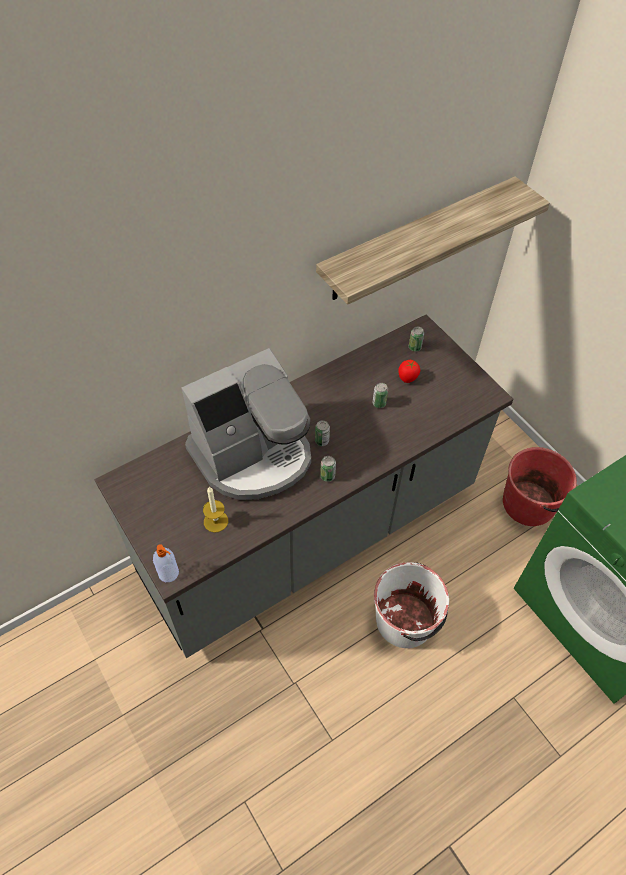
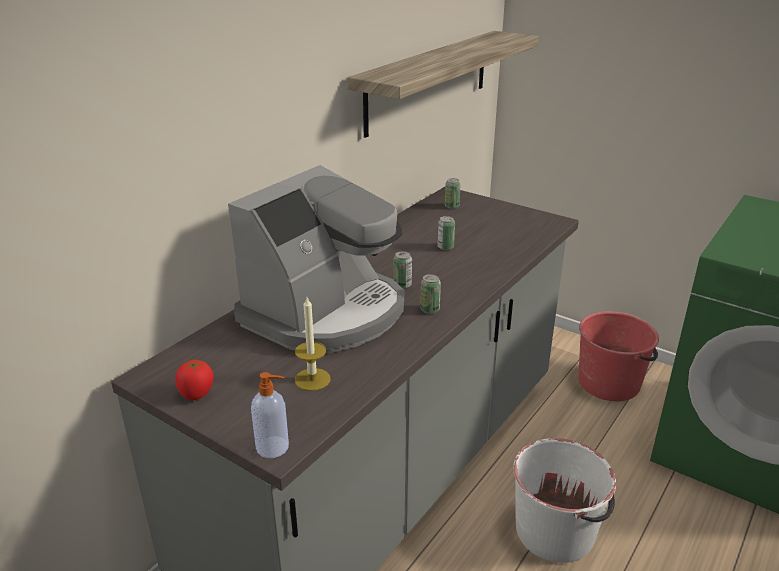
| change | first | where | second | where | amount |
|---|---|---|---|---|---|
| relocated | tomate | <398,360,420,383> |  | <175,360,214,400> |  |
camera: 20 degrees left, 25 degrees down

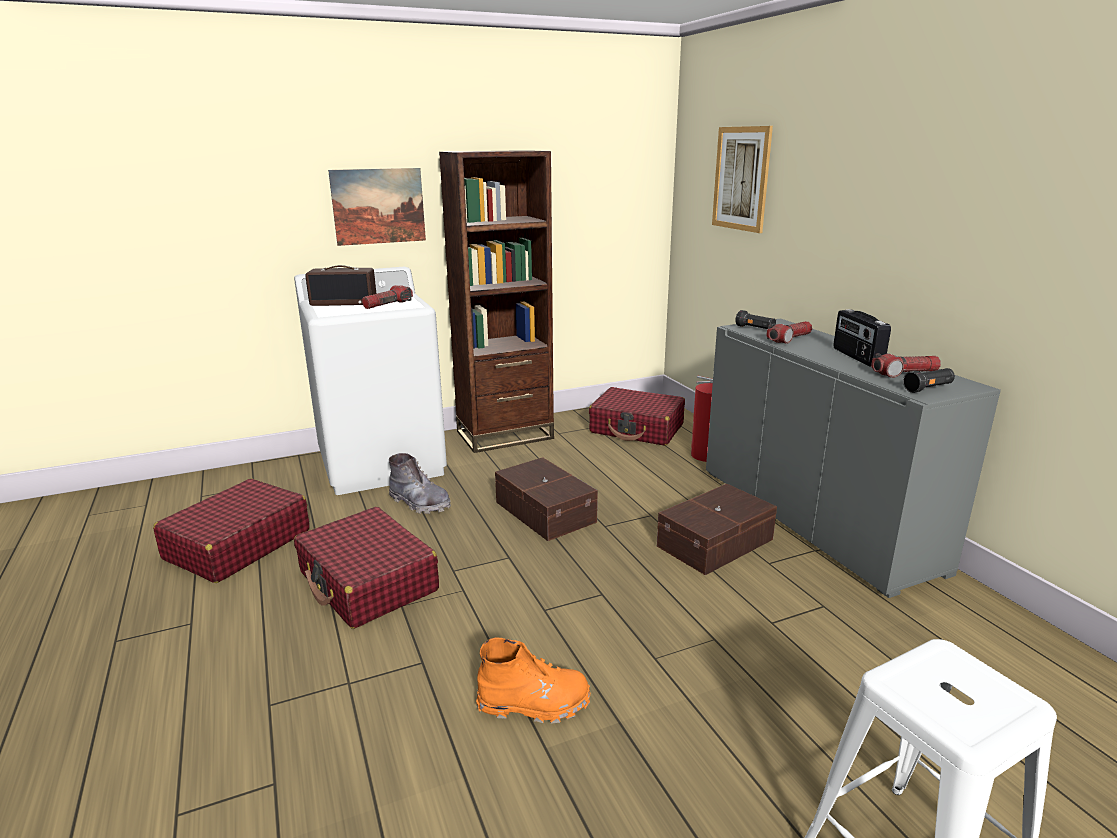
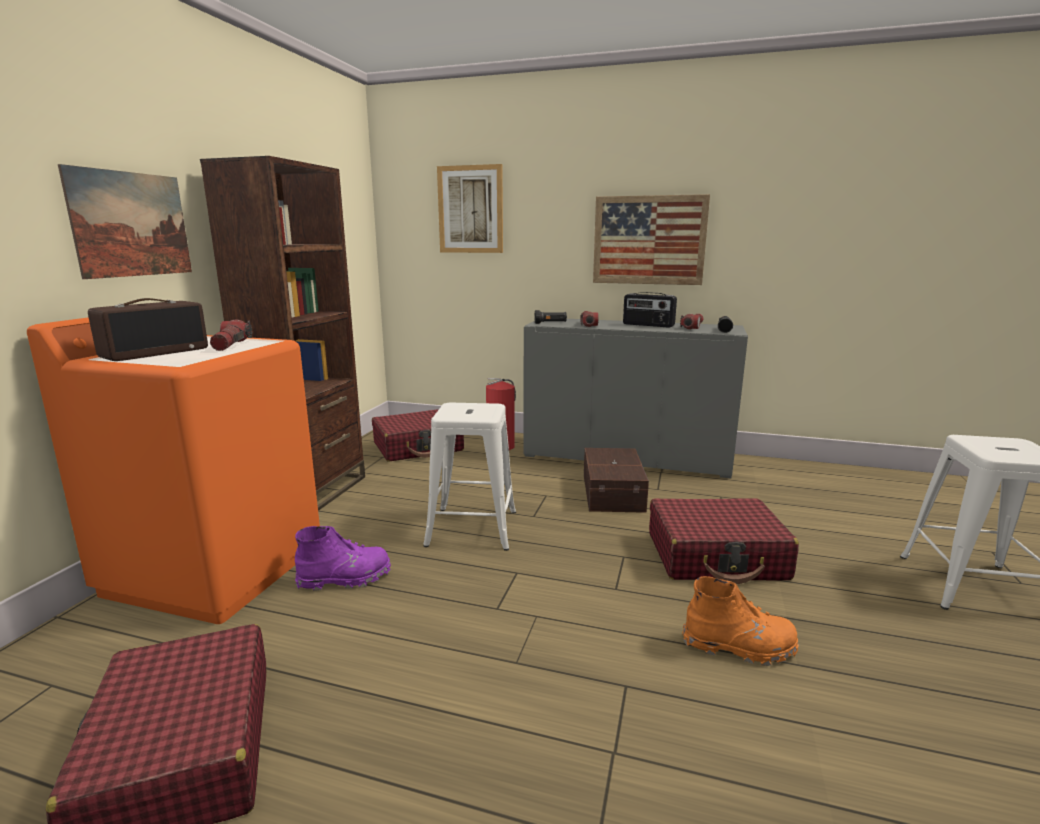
| change | first | where | second | where | amount |
|---|---|---|---|---|---|
| colour | lavadora (blanco) | <294,267,447,495> | lavadora (naranja) | <27,317,320,624> |  |
| colour | bota (gris) | <389,453,451,514> | bota (morado) | <295,526,391,591> |  |
| exchanged | caja de almacenaje (marrón) | <495,457,598,541> | taburete (blanco) | <424,402,516,551> |  |
| appeared |  |  | cuadro | <593,194,710,285> |  |
| relocated | maleta (rojo) | <294,507,439,629> |  | <649,498,799,584> |  |
| spun | bota (naranja) | <476,638,591,724> |  | <682,576,799,666> | 60 degrees clockwise |
camera: 50 degrees left, 5 degrees down

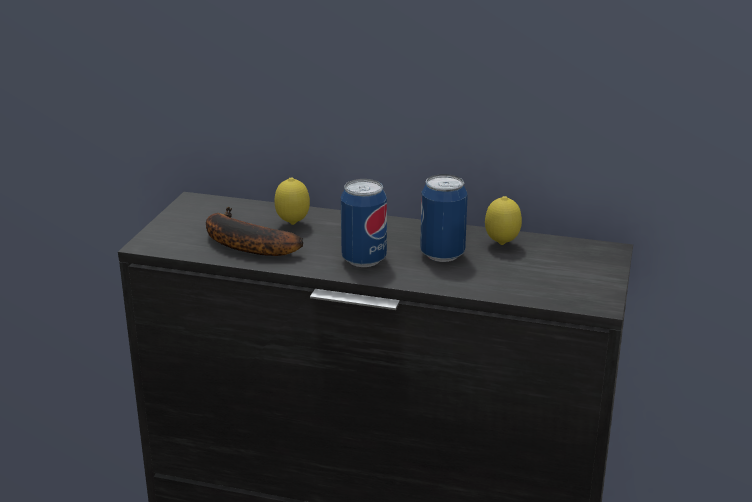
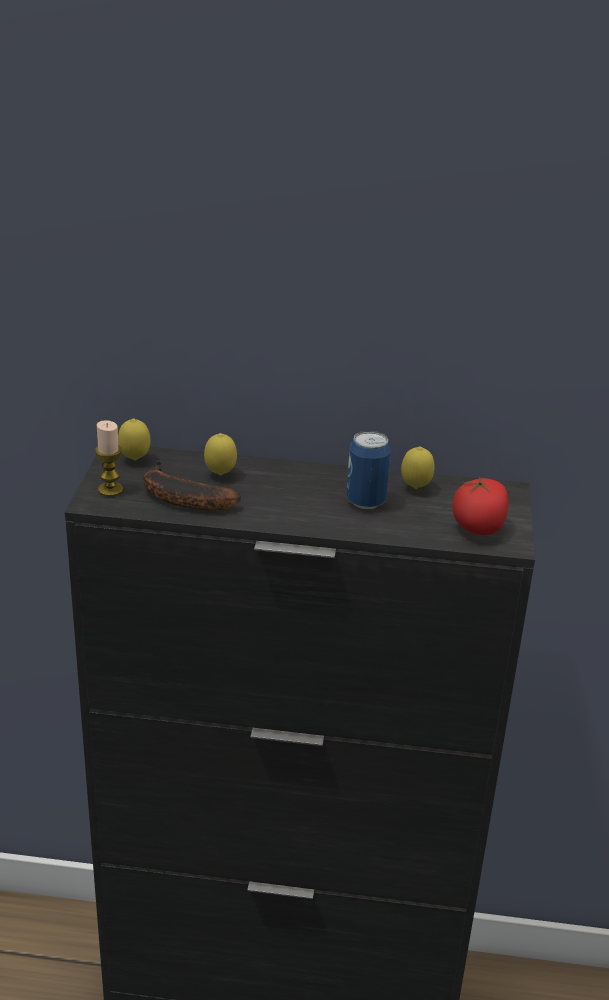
| change | first | where | second | where | amount |
|---|---|---|---|---|---|
| appeared |  |  | vela | <95,420,123,497> |  |
| appeared |  |  | limón | <118,419,151,460> |  |
| appeared |  |  | tomate | <452,477,508,535> |  |
| missing | lata | <341,179,387,267> |  |  |  |
camera: 10 degrees left, 5 degrees up

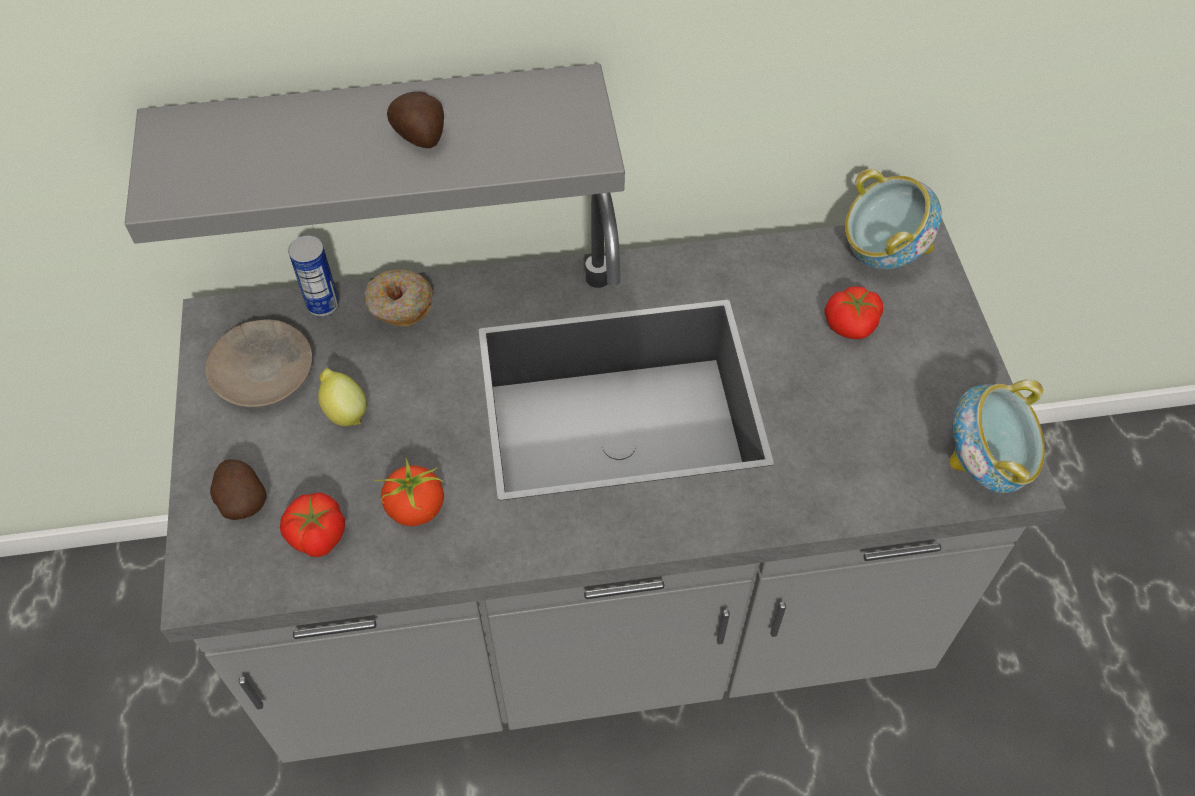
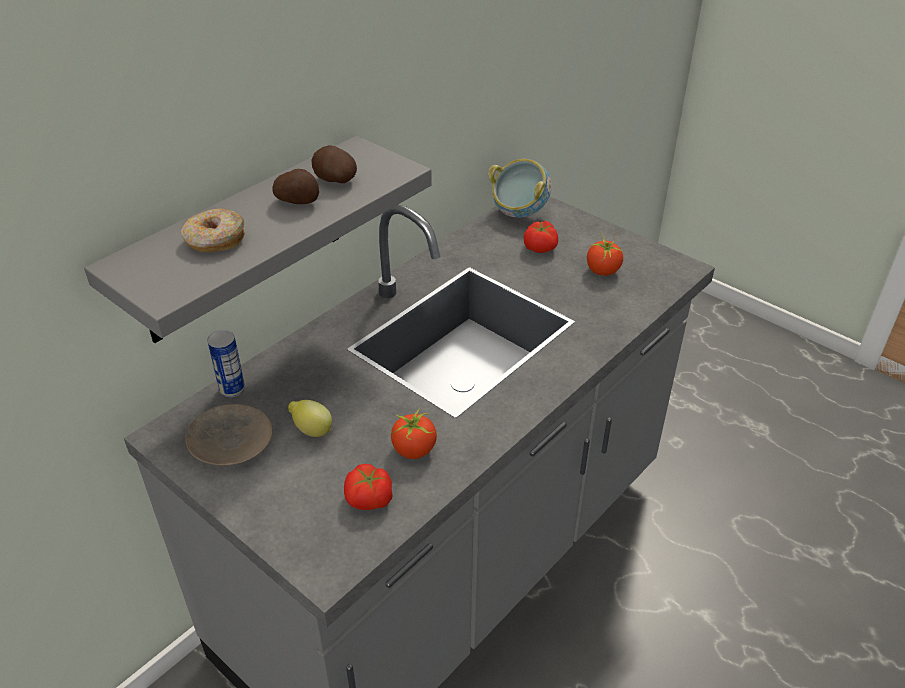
| change | first | where | second | where | amount |
|---|---|---|---|---|---|
| relocated | rosquilla | <365,269,433,326> |  | <180,208,245,252> |  |
| relocated | patata | <210,459,266,520> |  | <311,145,357,183> |  |
| appeared |  |  | tomate | <587,233,625,276> |  |
| missing | cuenco | <949,379,1045,493> |  |  |  |
camera: 40 degrees left, 15 degrees down

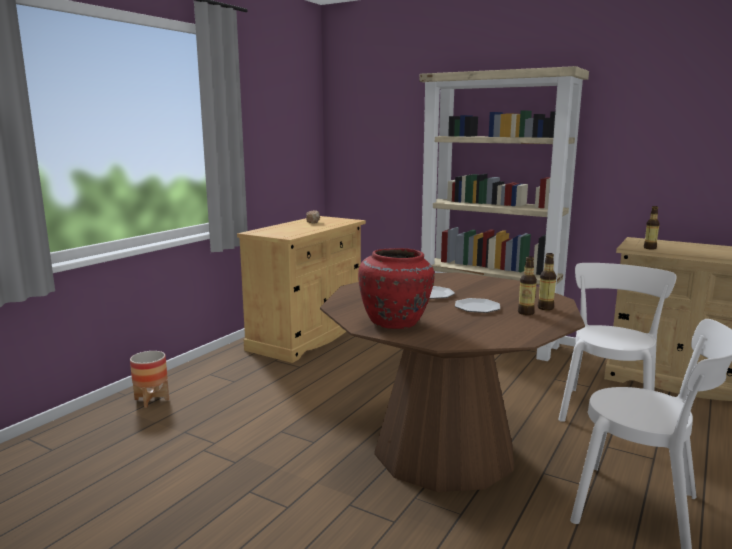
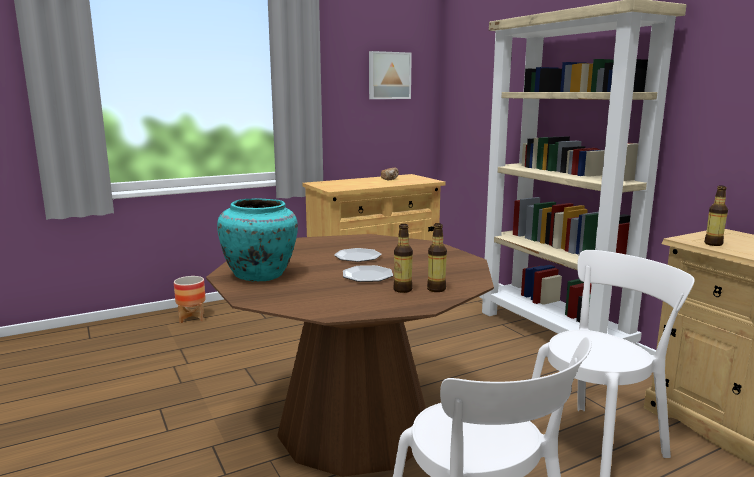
| change | first | where | second | where | amount |
|---|---|---|---|---|---|
| colour | florero (rojo) | <358,248,435,329> | florero (turquesa) | <217,198,298,281> |  |
| appeared |  |  | cuadro | <369,51,412,99> |  |
camera: 30 degrees right, 0 degrees up

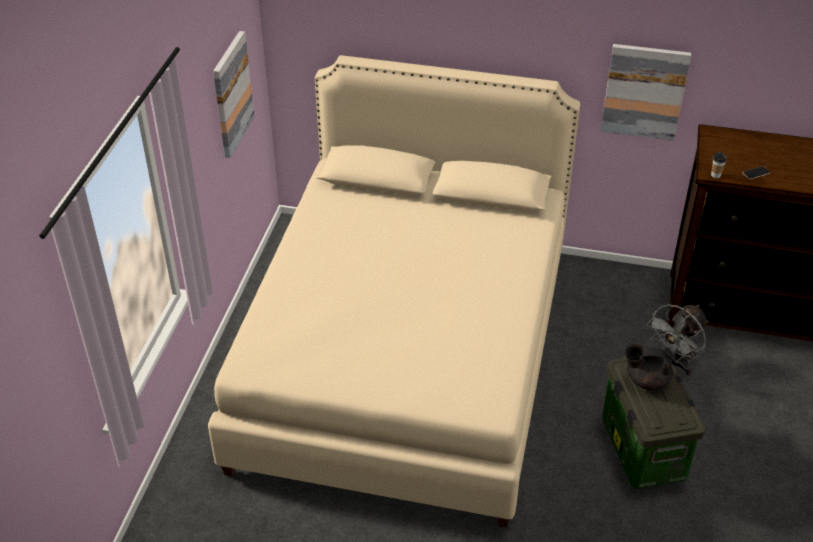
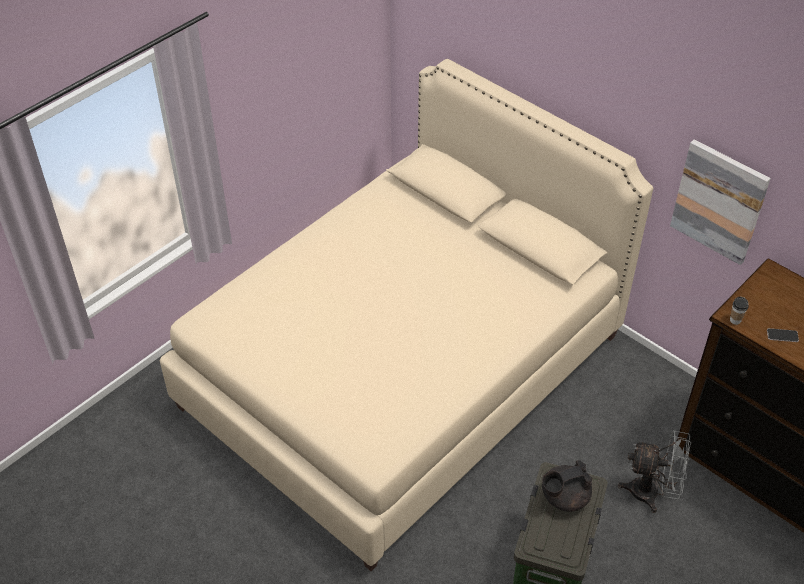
| change | first | where | second | where | amount |
|---|---|---|---|---|---|
| spun | tetera (negro) | <625,344,673,390> |  | <542,460,592,512> | 60 degrees counterclockwise |
| spun | ventilador (gris) | <646,304,708,375> |  | <618,430,691,513> | 150 degrees counterclockwise |
| missing | cuadro | <213,31,255,158> |  |  |  |
camera: 30 degrees right, 5 degrees up

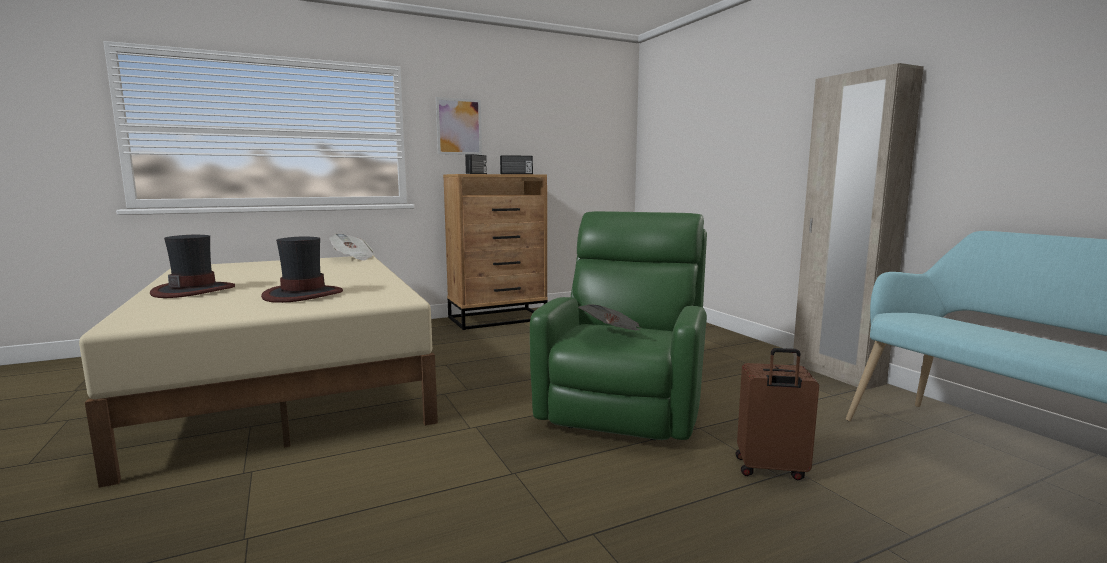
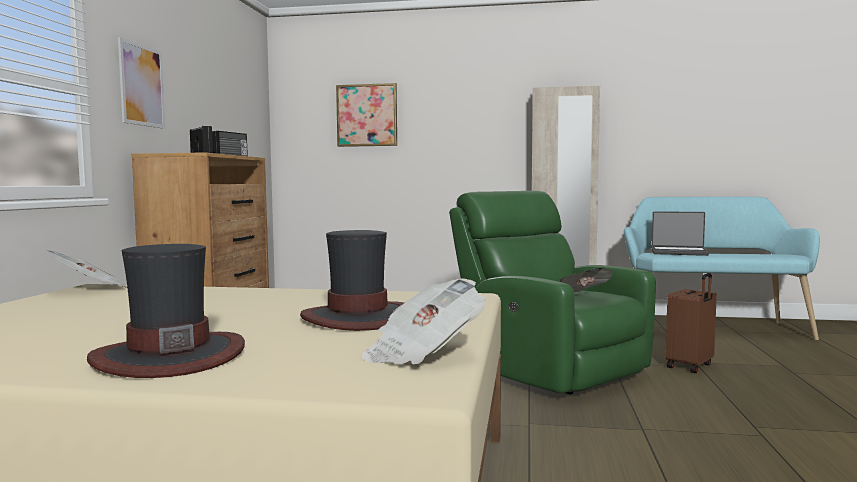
| change | first | where | second | where | amount |
|---|---|---|---|---|---|
| appeared |  |  | cuadro | <336,83,397,147> |  |
| appeared |  |  | periódico | <361,278,486,365> |  |
| appeared |  |  | portátil | <652,211,709,256> |  |
camera: 55 degrees left, 5 degrees down

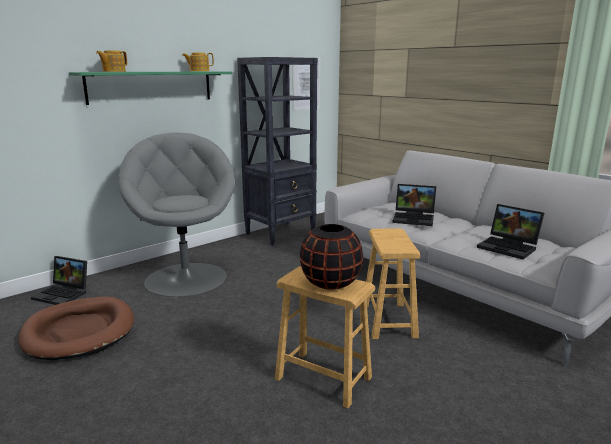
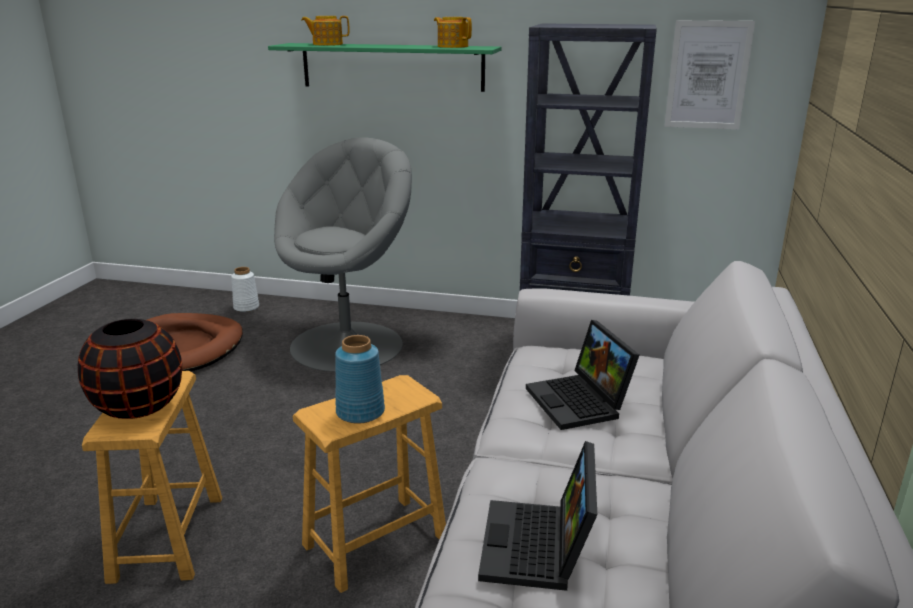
| change | first | where | second | where | amount |
|---|---|---|---|---|---|
| exchanged | portátil | <31,256,87,305> | florero (blanco) | <231,267,259,312> |  |
| appeared |  |  | florero (azul) | <335,335,385,424> |  |
camera: 55 degrees right, 5 degrees up

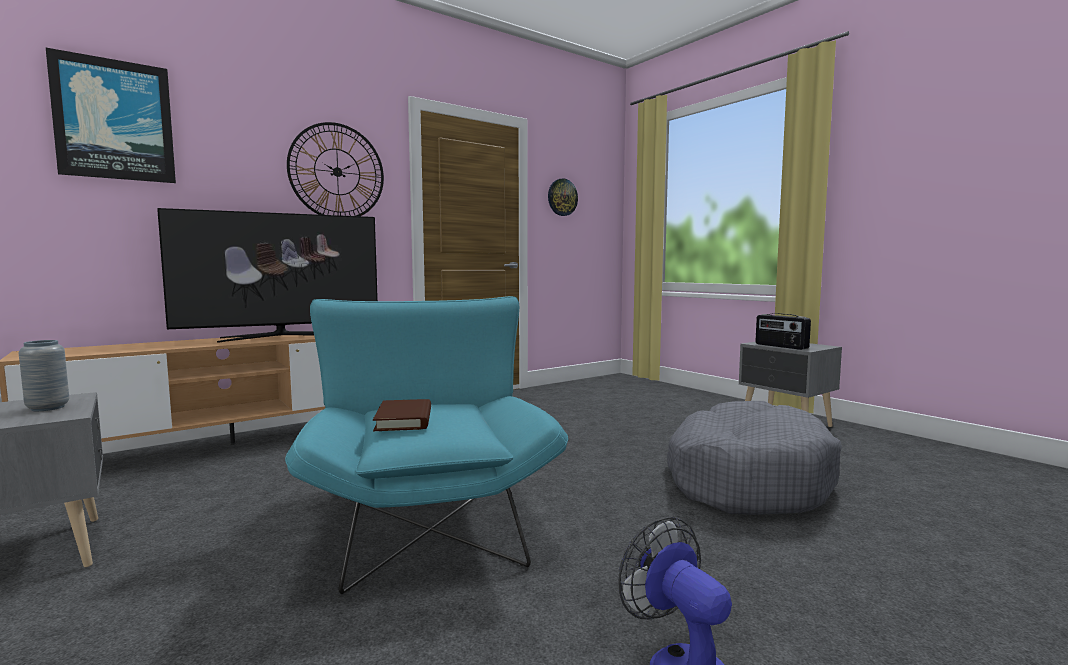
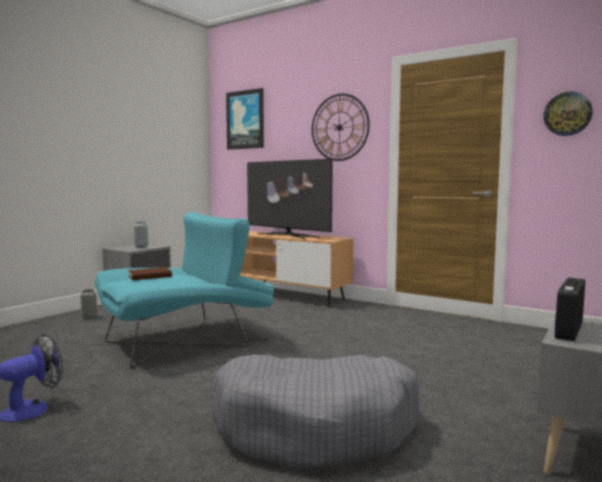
| change | first | where | second | where | amount |
|---|---|---|---|---|---|
| appeared |  |  | florero (gris) | <80,289,97,320> |  |
camera: 70 degrees right, 0 degrees up

